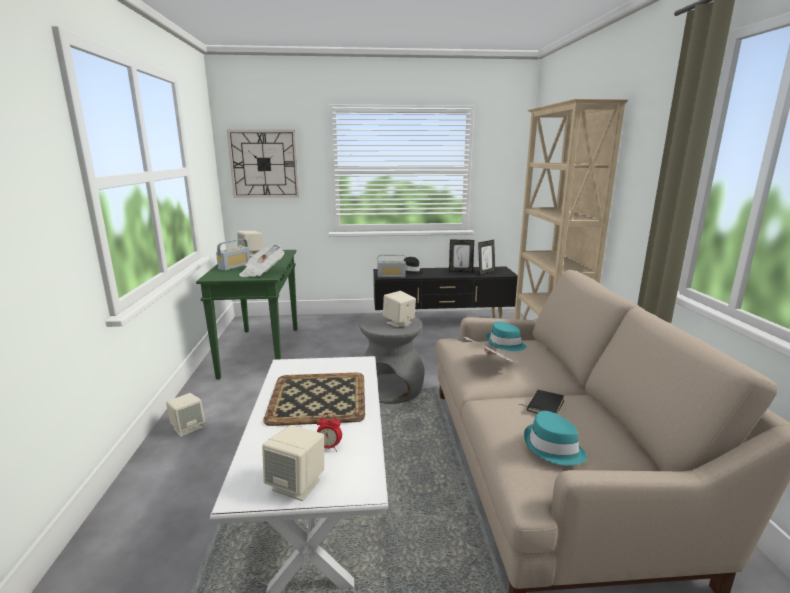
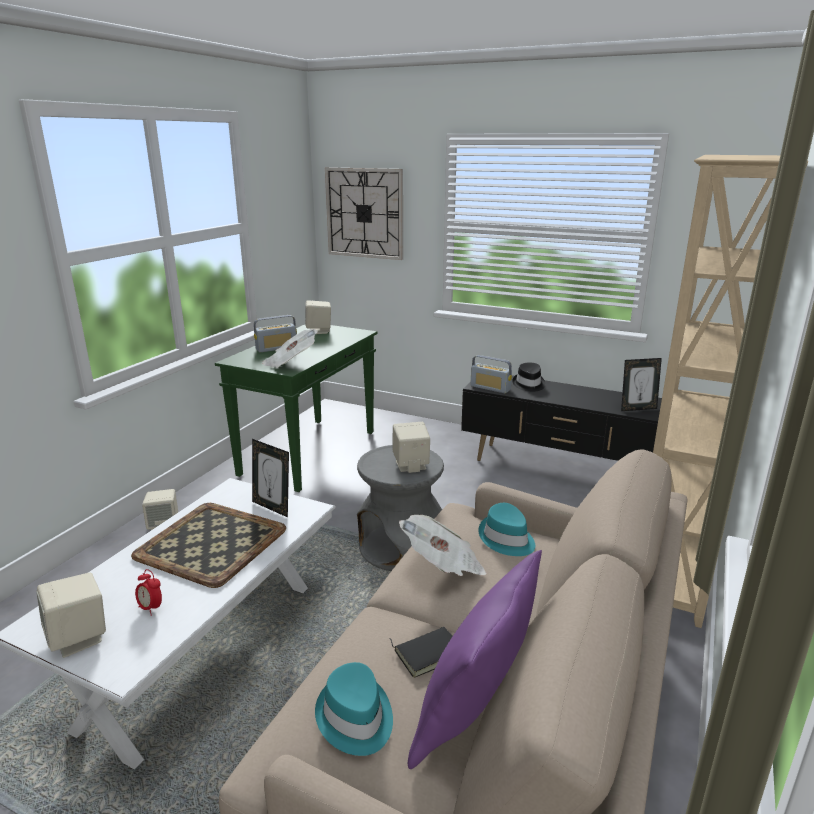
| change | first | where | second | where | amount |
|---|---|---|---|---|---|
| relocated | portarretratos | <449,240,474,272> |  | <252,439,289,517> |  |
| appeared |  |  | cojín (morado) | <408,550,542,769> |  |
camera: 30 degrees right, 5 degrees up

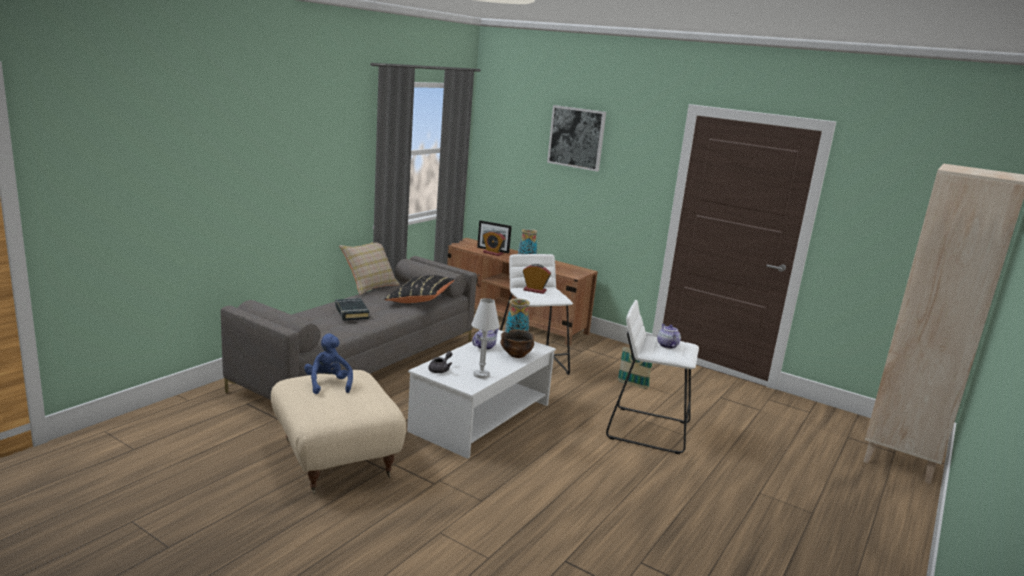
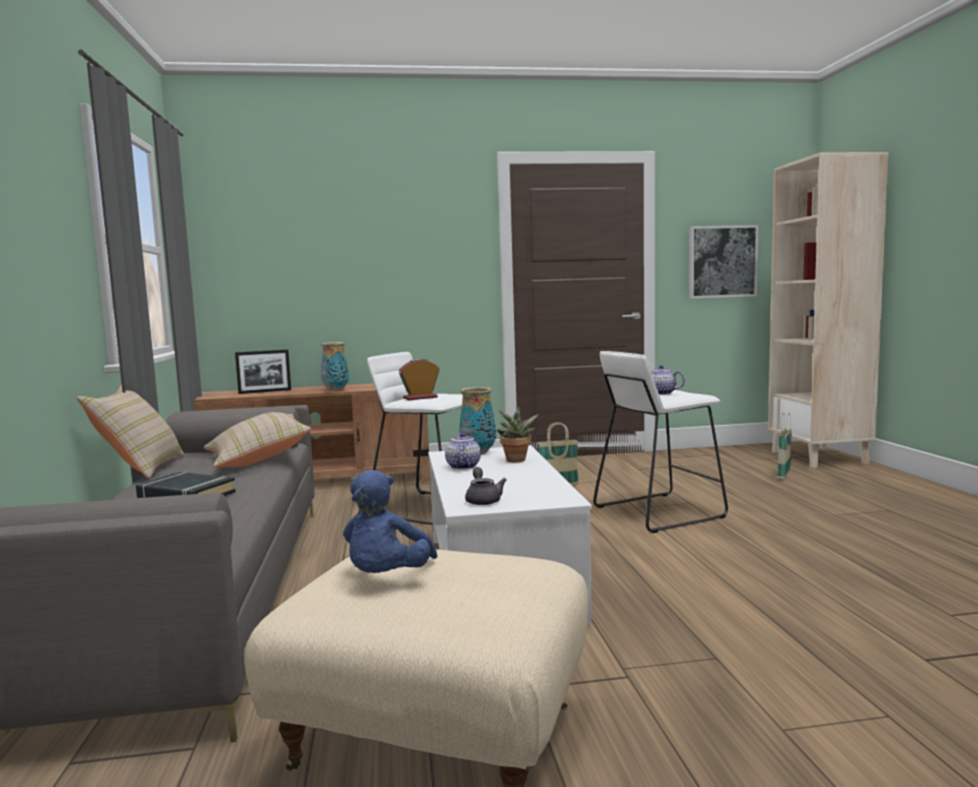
| change | first | where | second | where | amount |
|---|---|---|---|---|---|
| colour | cojín (negro) | <384,275,454,303> | cojín (beis) | <204,412,312,467> |  |
| spun | peluche (azul) | <304,333,353,394> |  | <343,470,437,573> | 105 degrees counterclockwise |
| exchanged | cuenco | <500,329,535,358> | planta en maceta | <497,406,538,462> |  |
| relocated | cuadro | <547,105,606,171> |  | <689,225,759,298> |  |
| appeared |  |  | cesta | <778,412,792,480> |  |
| missing | lámpara de mesa (blanco) | <471,298,500,379> |  |  |  |
| missing | despertador | <483,230,506,256> |  |  |  |
camera: 40 degrees left, 10 degrees down

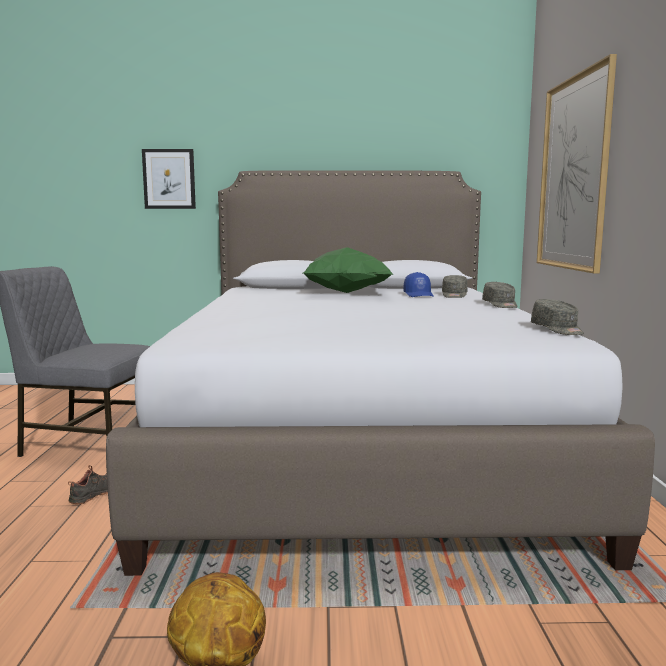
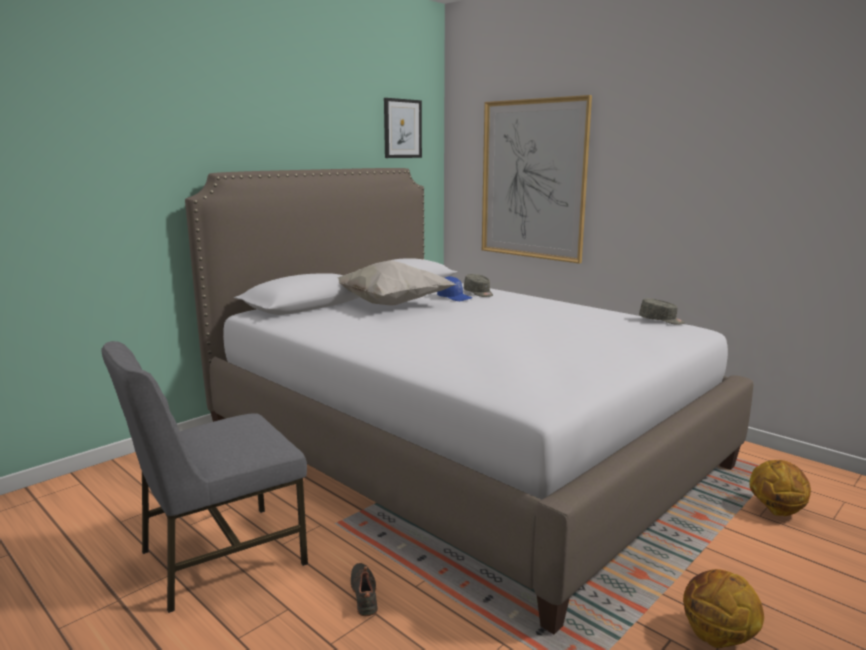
| change | first | where | second | where | amount |
|---|---|---|---|---|---|
| colour | cojín (verde) | <303,247,393,293> | cojín (blanco) | <337,260,457,306> |  |
| relocated | cuadro | <142,149,196,209> |  | <384,98,422,158> |  |
| appeared |  |  | balón de baloncesto | <750,460,811,516> |  |
| missing | gorra (gris) | <482,282,518,308> |  |  |  |
camera: 45 degrees left, 5 degrees up

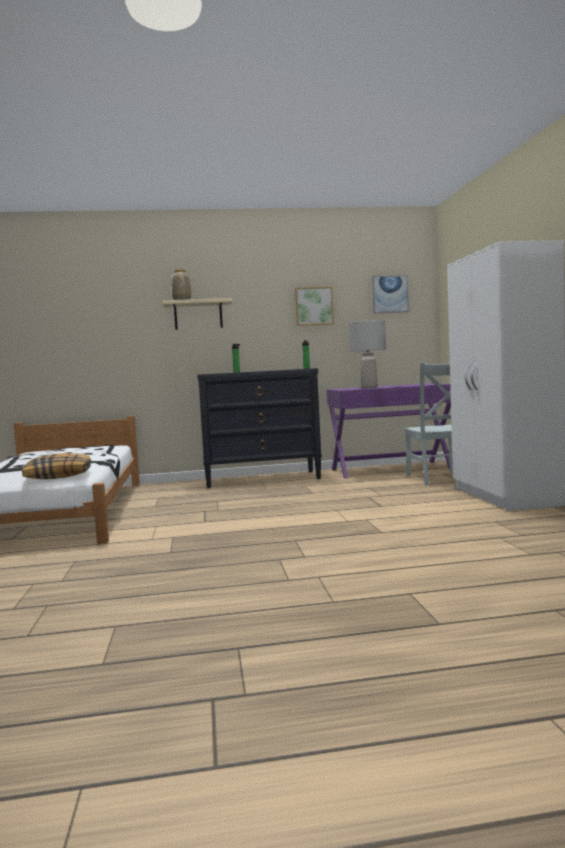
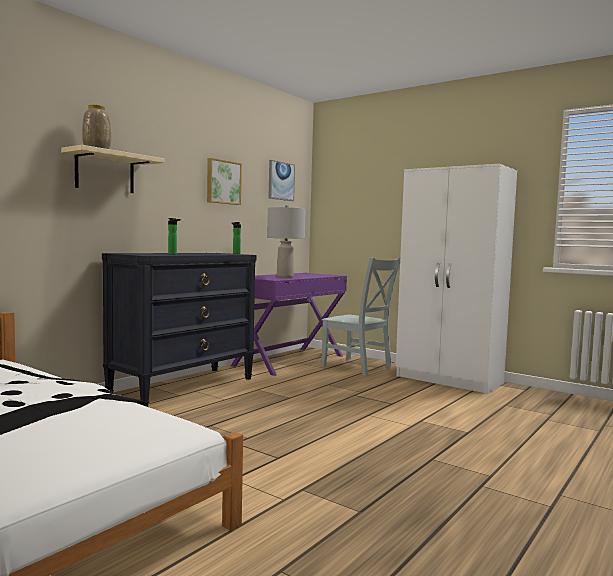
| change | first | where | second | where | amount |
|---|---|---|---|---|---|
| missing | cojín | <22,453,91,479> |  |  |  |
camera: 45 degrees left, 0 degrees up

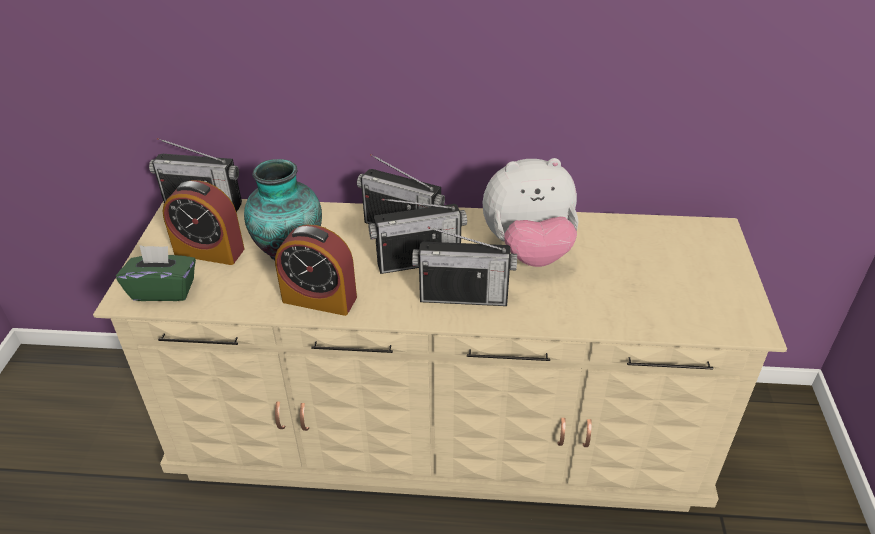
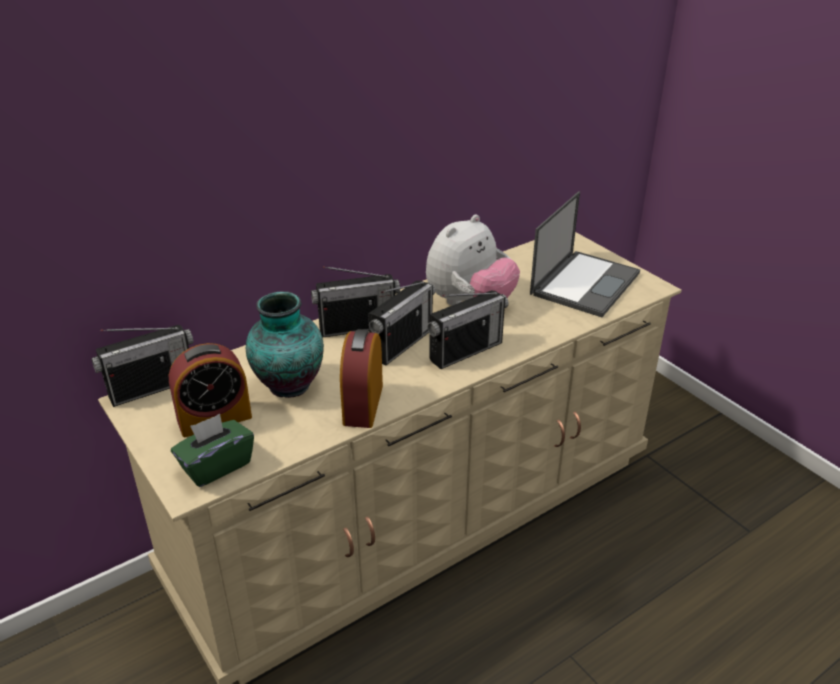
| change | first | where | second | where | amount |
|---|---|---|---|---|---|
| spun | despertador | <275,225,357,316> |  | <340,329,383,428> | 120 degrees clockwise |
| appeared |  |  | portátil | <530,191,640,317> |  |
camera: 40 degrees left, 5 degrees down

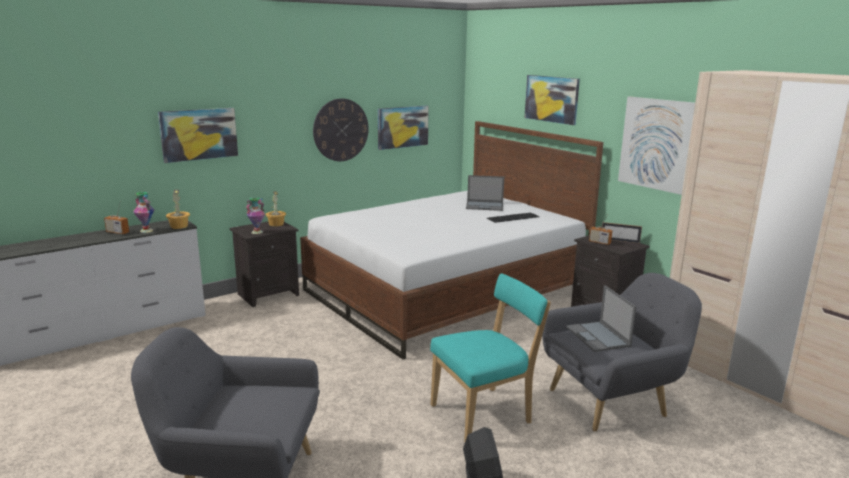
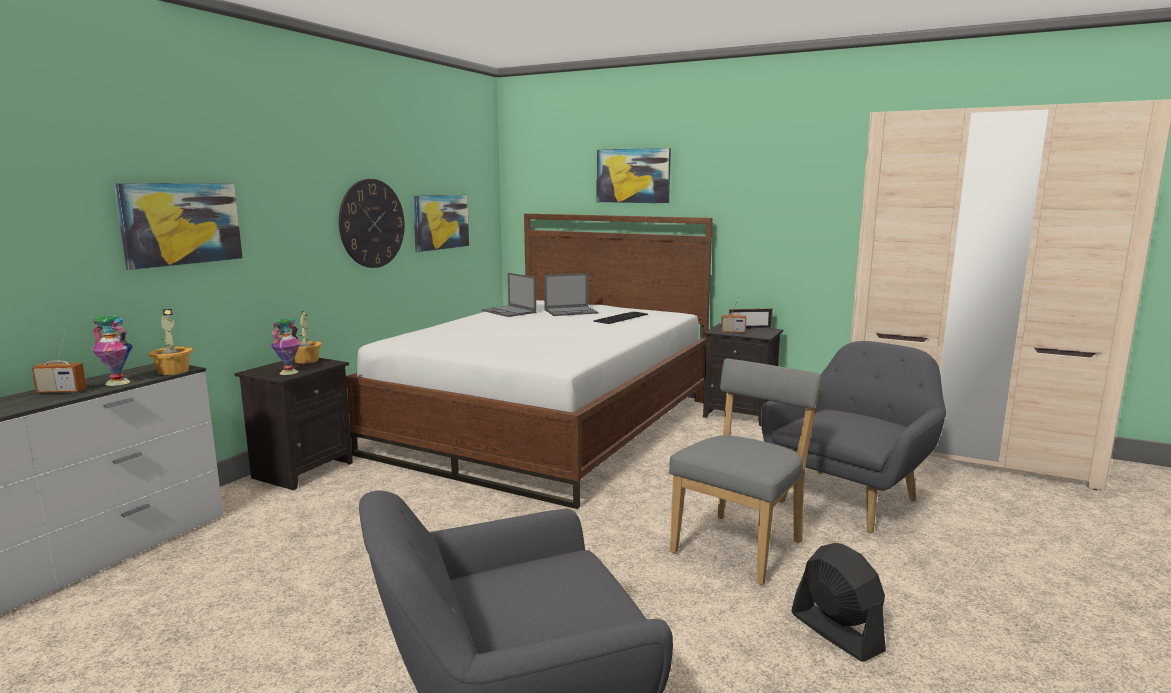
| change | first | where | second | where | amount |
|---|---|---|---|---|---|
| relocated | portátil | <566,285,636,352> |  | <482,273,536,317> |  |
| colour | silla (turquesa) | <430,273,551,442> | silla (gris) | <669,359,821,585> |  |
| missing | cuadro | <618,96,695,195> |  |  |  |
camera: 25 degrees left, 5 degrees down

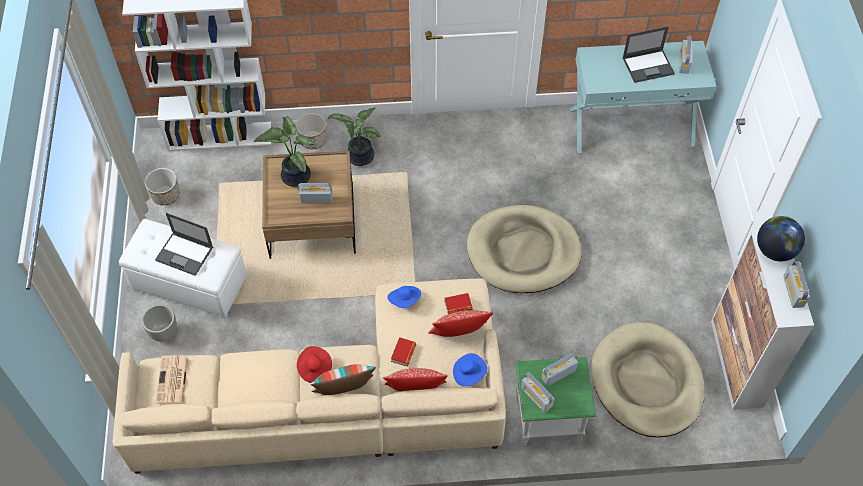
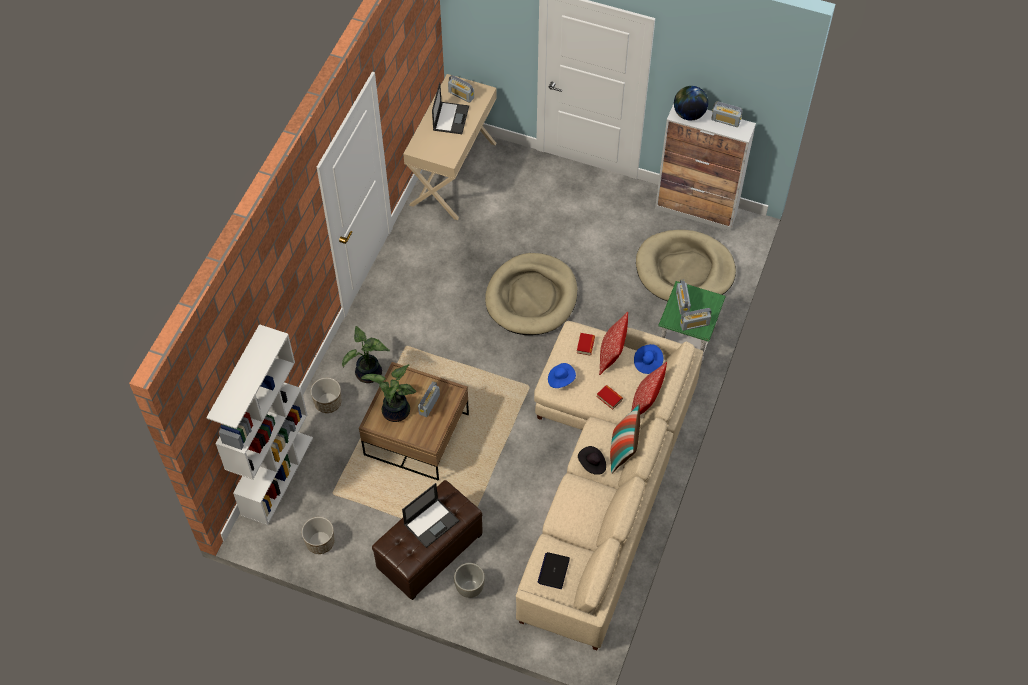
| change | first | where | second | where | amount |
|---|---|---|---|---|---|
| colour | puf (blanco) | <119,219,247,319> | puf (marrón) | <372,480,483,600> |  |
| colour | mesa consola (turquesa) | <569,41,716,153> | mesa consola (beis) | <403,74,497,220> |  |
| exchanged | periódico | <156,355,189,404> | portátil | <537,552,570,589> |  |
| colour | sombrero (rojo) | <297,346,332,383> | sombrero (negro) | <578,446,606,475> |  |
camera: 65 degrees left, 0 degrees up

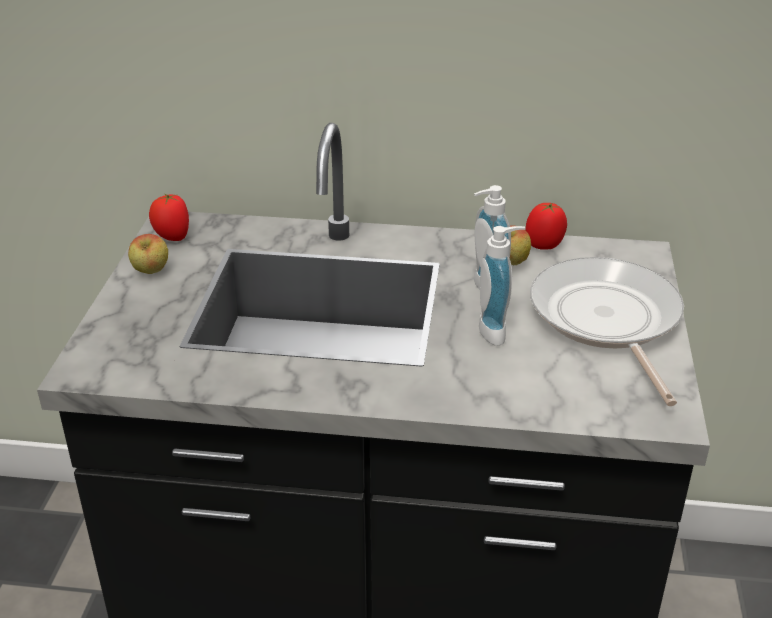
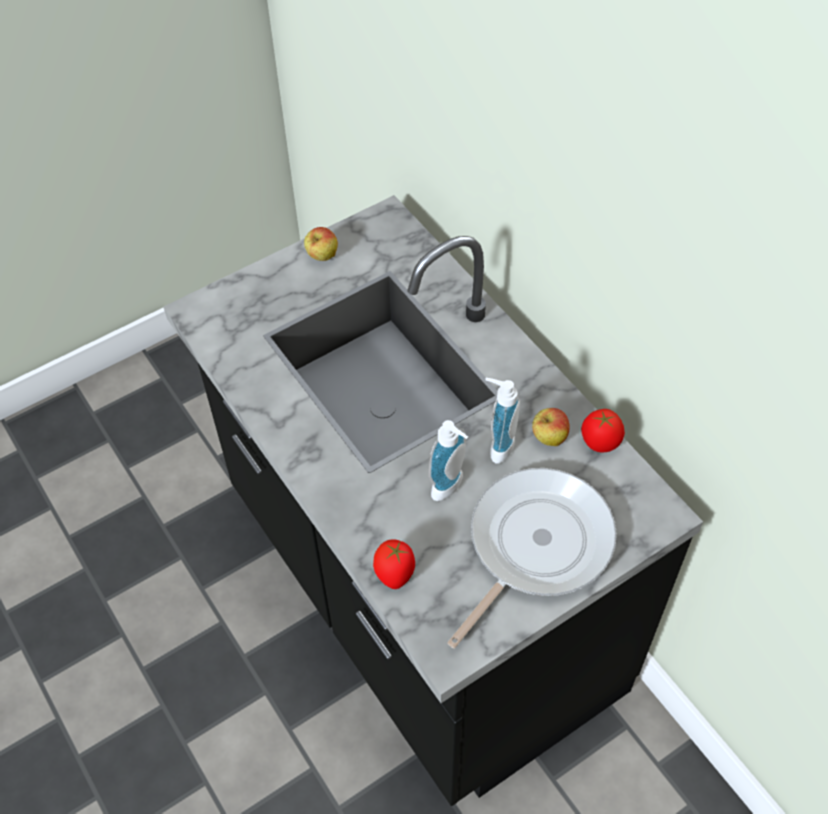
| change | first | where | second | where | amount |
|---|---|---|---|---|---|
| relocated | tomate | <149,194,189,241> |  | <373,539,415,589> |  |
camera: 50 degrees right, 20 degrees up

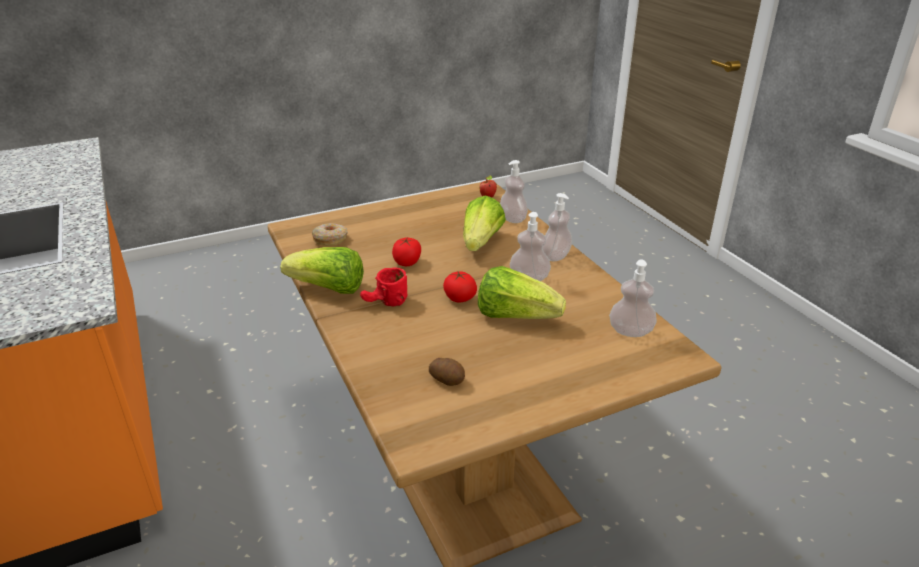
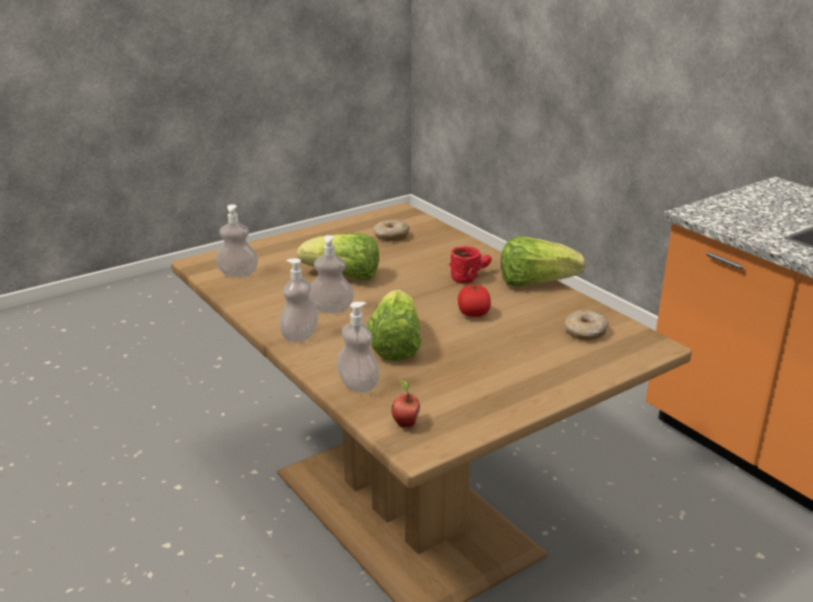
| change | first | where | second | where | amount |
|---|---|---|---|---|---|
| exchanged | patata | <429,358,465,386> | rosquilla | <373,220,410,241> |  |
| missing | tomate | <443,271,477,302> |  |  |  |
camera: 170 degrees right, 5 degrees down

